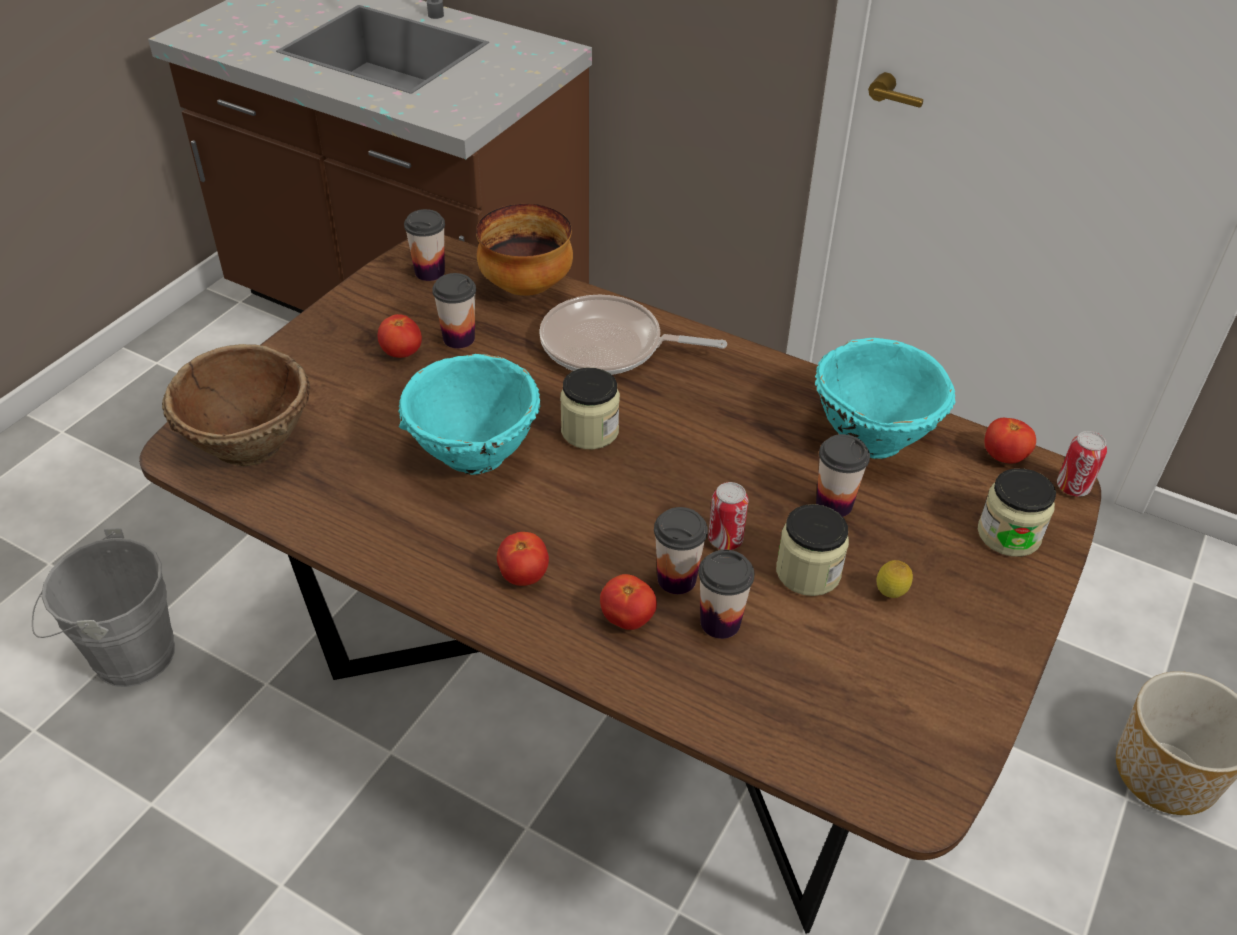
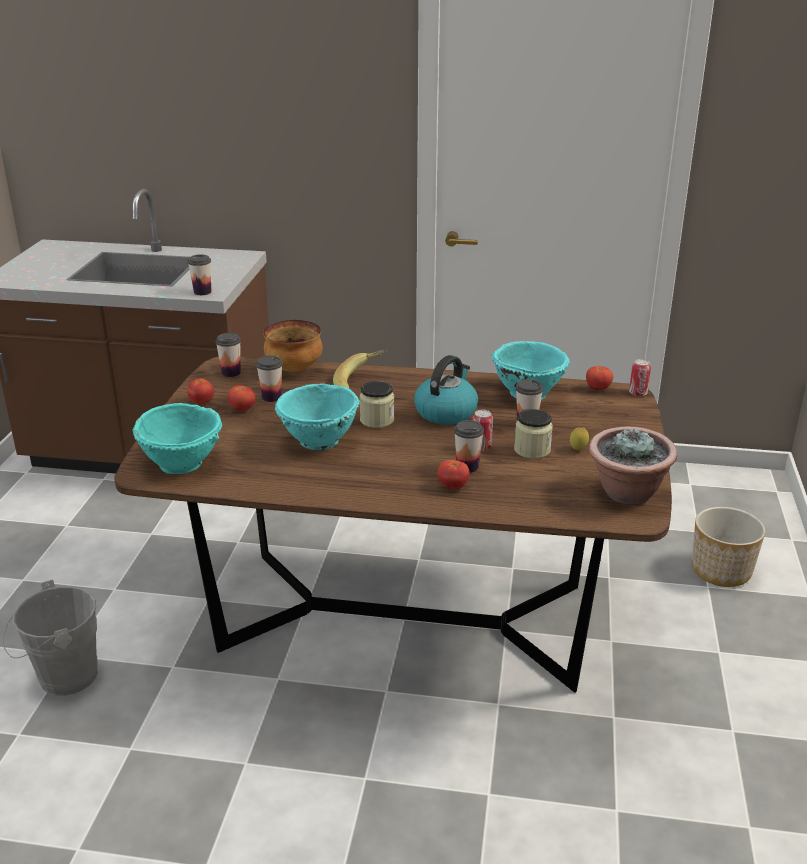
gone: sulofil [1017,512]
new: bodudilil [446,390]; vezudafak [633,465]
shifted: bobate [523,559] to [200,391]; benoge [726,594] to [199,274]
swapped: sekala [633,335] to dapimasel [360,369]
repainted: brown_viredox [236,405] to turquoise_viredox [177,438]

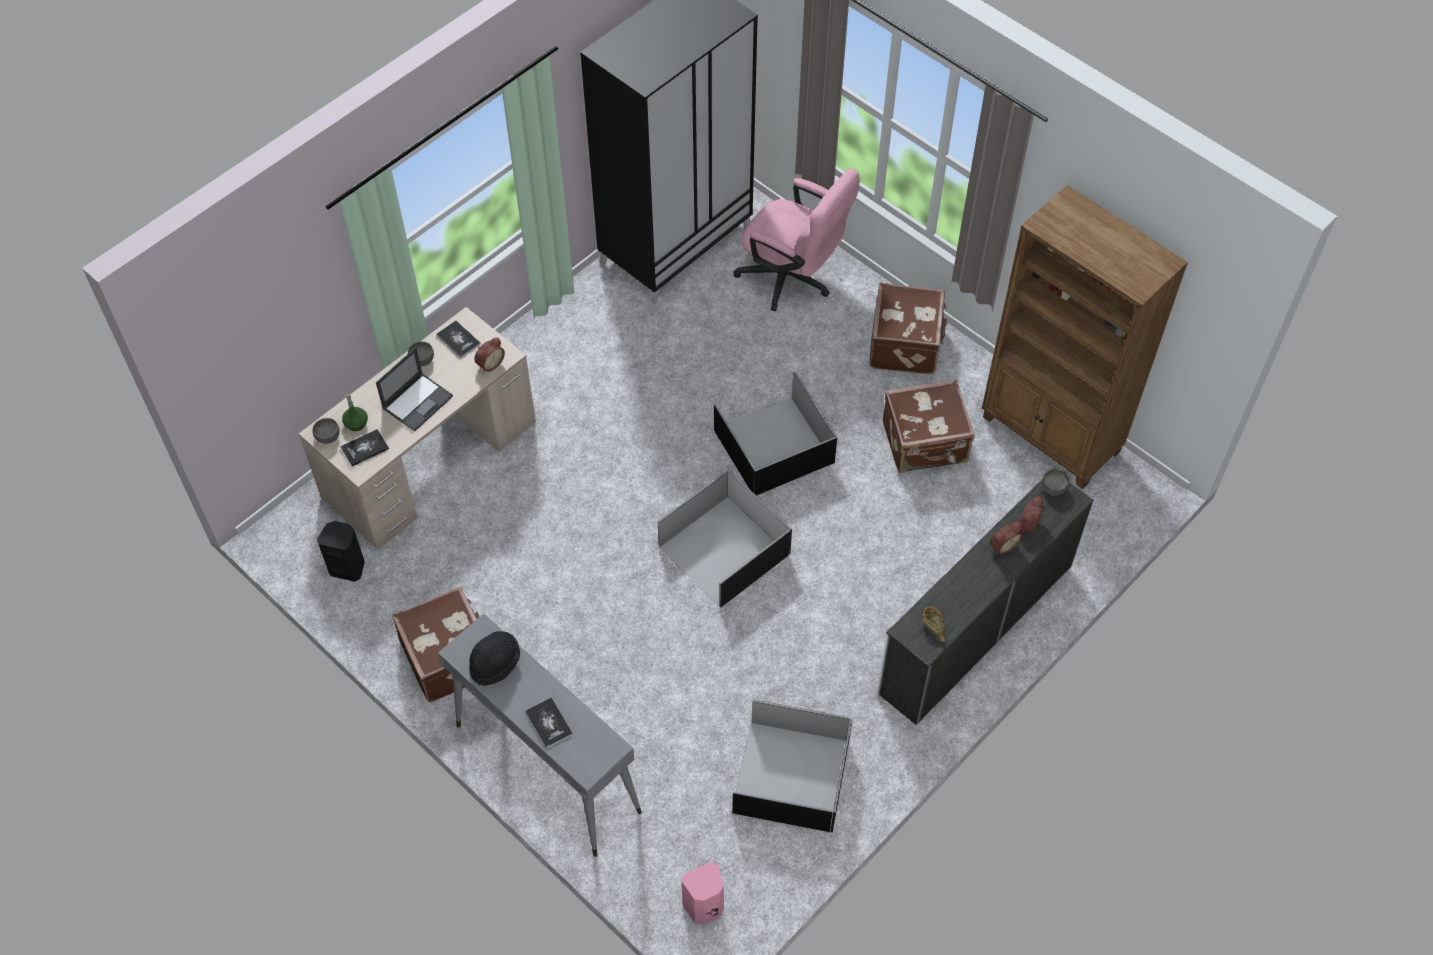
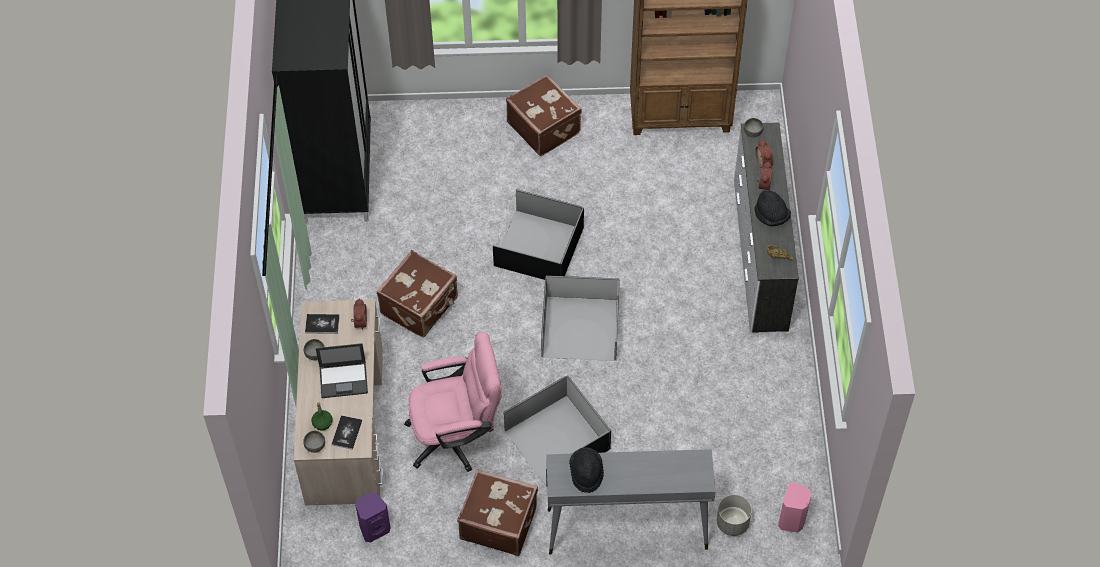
gone: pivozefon [549,723]
new: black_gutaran [772,208]; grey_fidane [734,515]
shifted: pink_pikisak [797,240] to [452,402]; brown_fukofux [929,426] to [417,294]; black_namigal [791,766] to [557,431]
repainted: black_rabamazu [341,551] to purple_rabamazu [373,518]
rotated: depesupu [414,389] = [342,370] 90 degrees clockwise

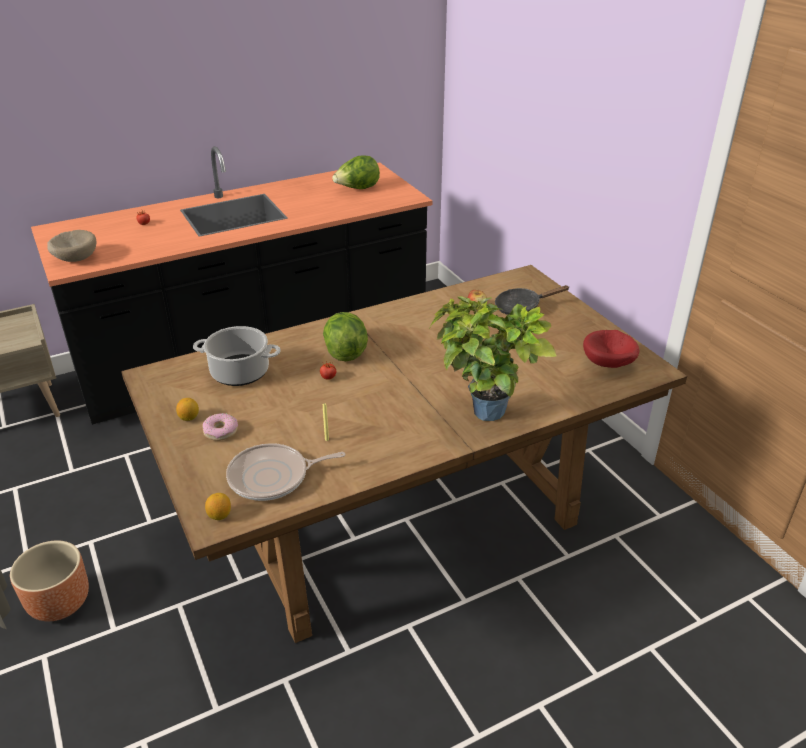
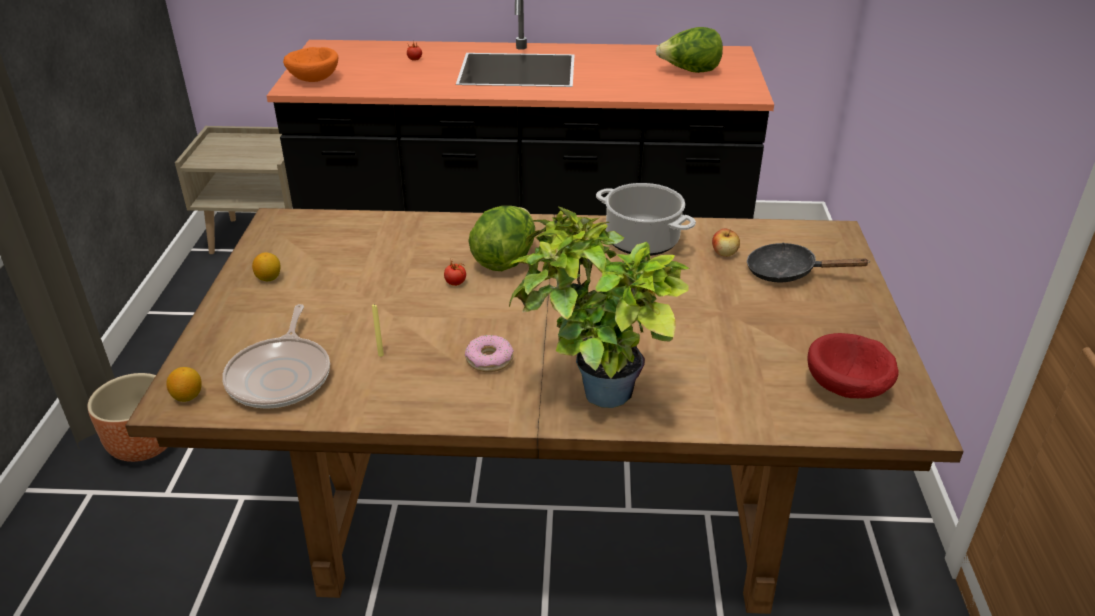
shifted: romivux [237,356] to [646,219]; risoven [220,427] to [489,353]
repainted: beige_viredox [71,246] to orange_viredox [310,64]
rotated: sekala [285,472] = [276,356] 105 degrees counterclockwise

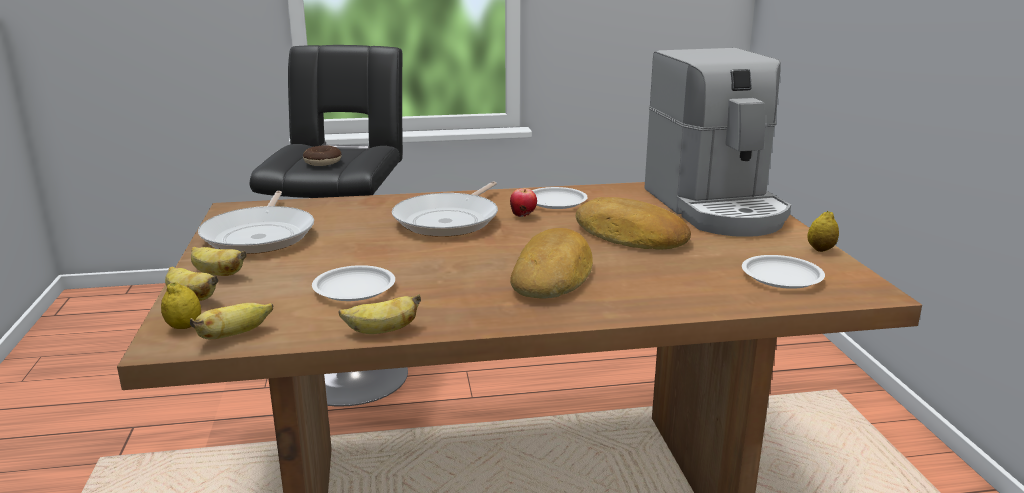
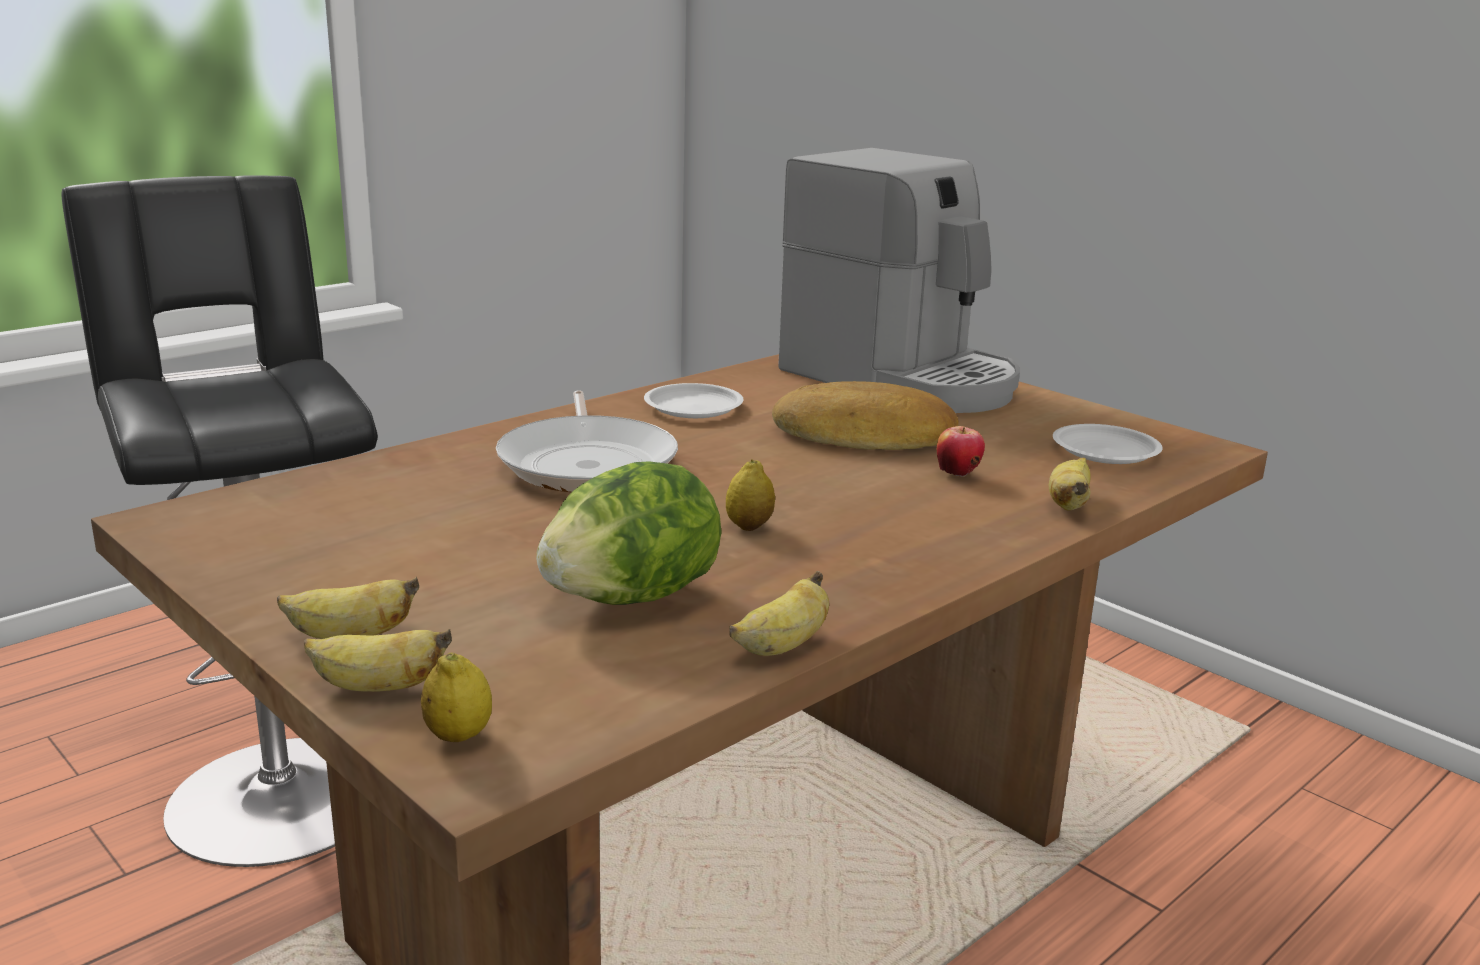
gone: risoven [322,155]; sekala [256,222]; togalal [551,263]
shifted: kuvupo [523,202] to [961,451]; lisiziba [823,231] to [750,495]; dapimasel [231,321] to [1070,484]
swapped: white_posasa [353,283] to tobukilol [629,533]

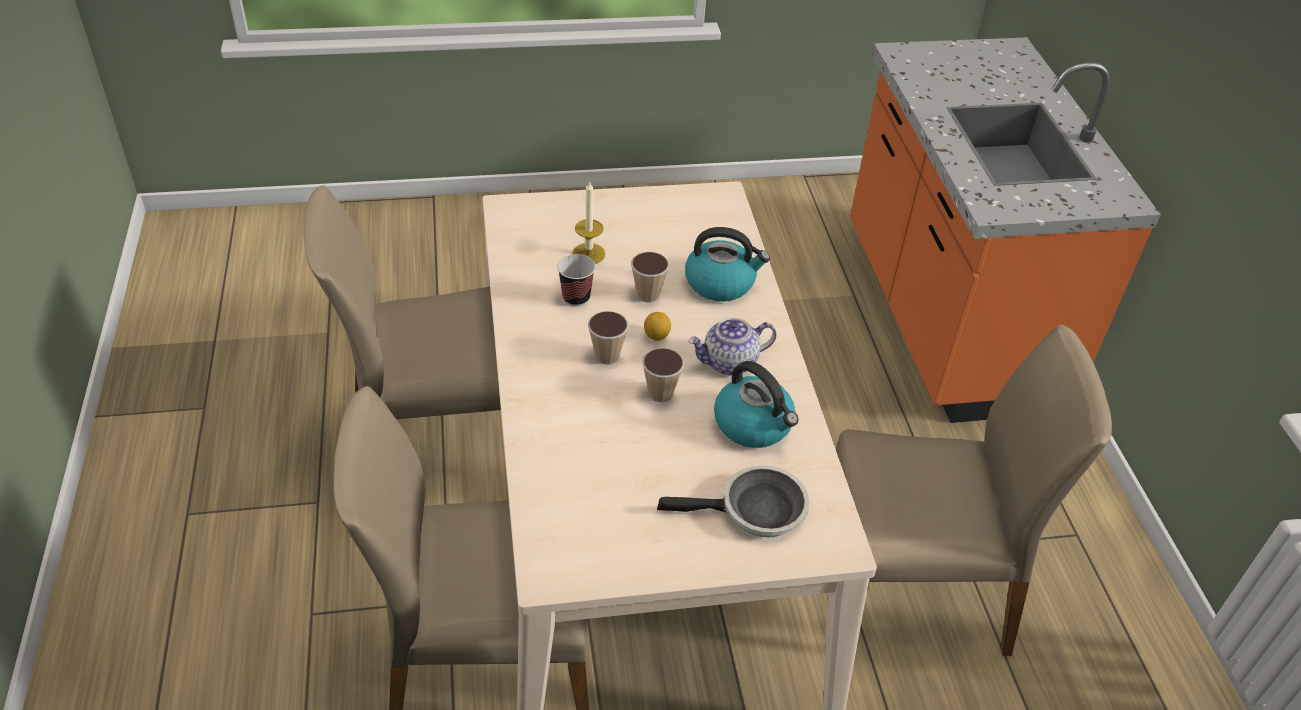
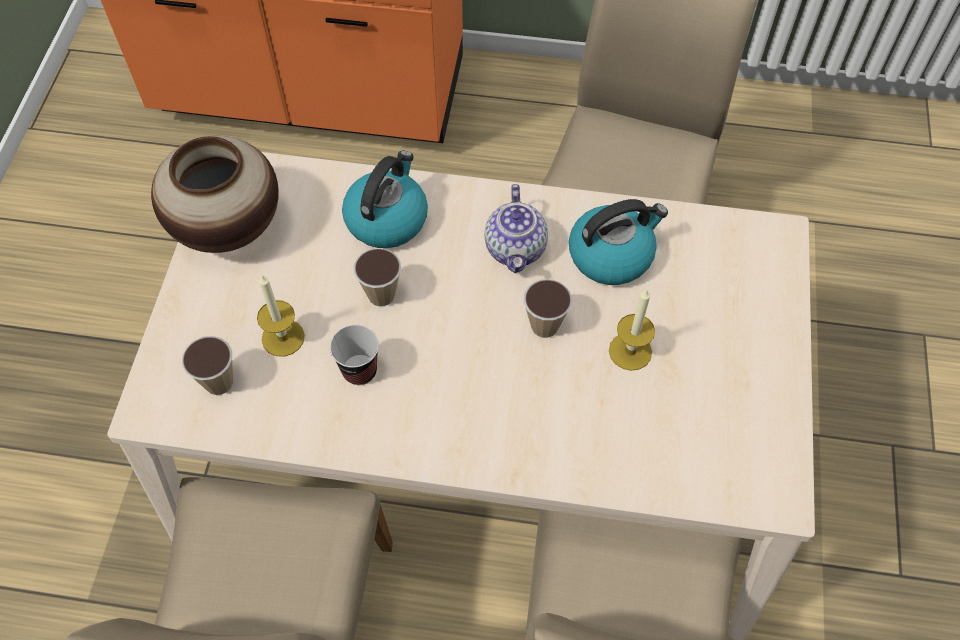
gone: lisiziba [657,326]; sekala [733,501]
new: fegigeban [215,194]; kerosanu [632,330]
shifted: benoge [608,337] to [207,365]

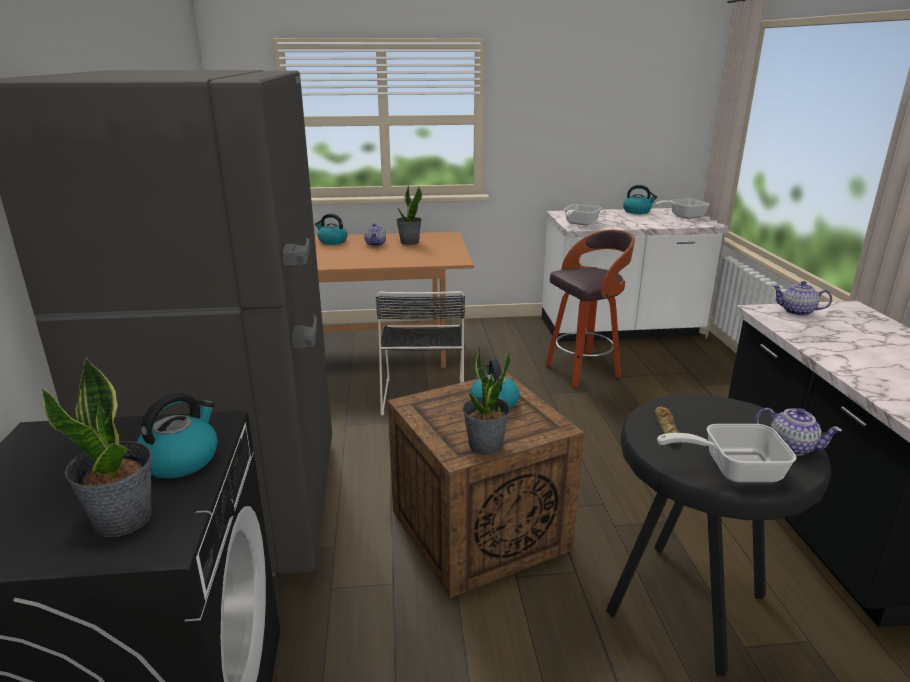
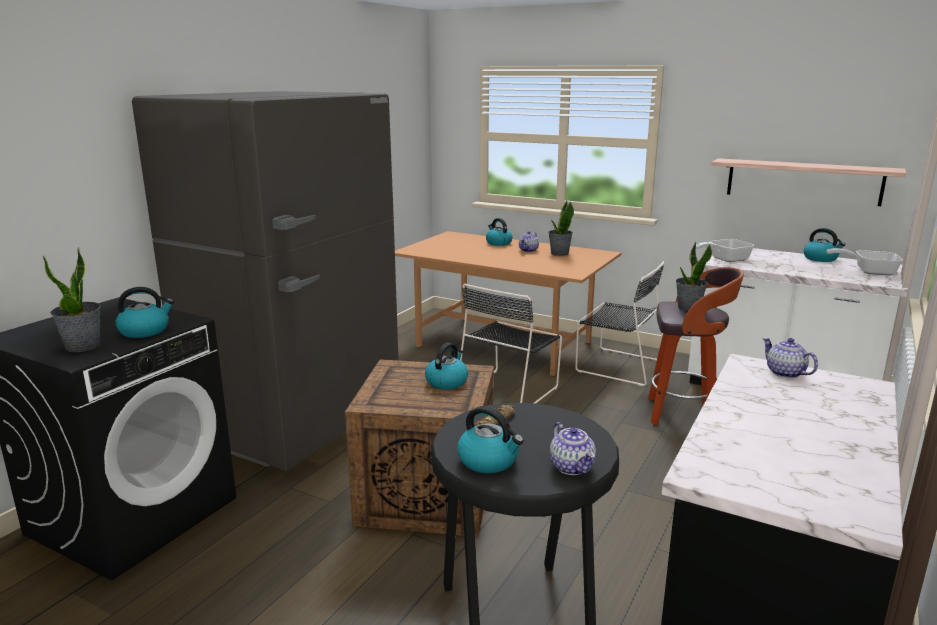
new: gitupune [808,182]; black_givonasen [619,324]
shifted: vezudafak [486,400] to [694,276]
swapped: sekala [727,453] to bodudilil [490,439]

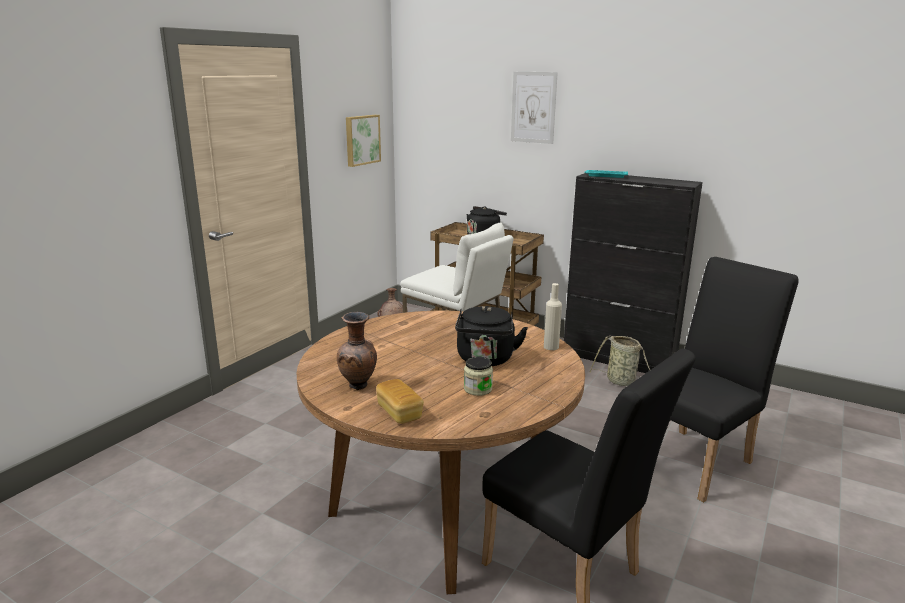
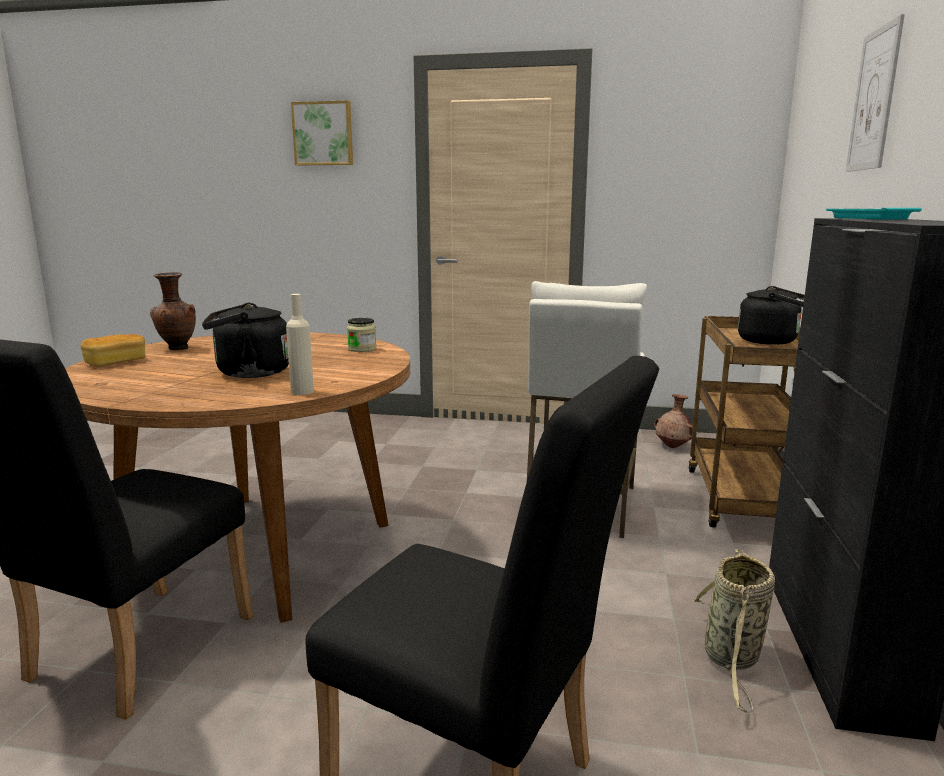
shifted: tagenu [363,141] to [322,132]; sulofil [478,376] to [361,335]

